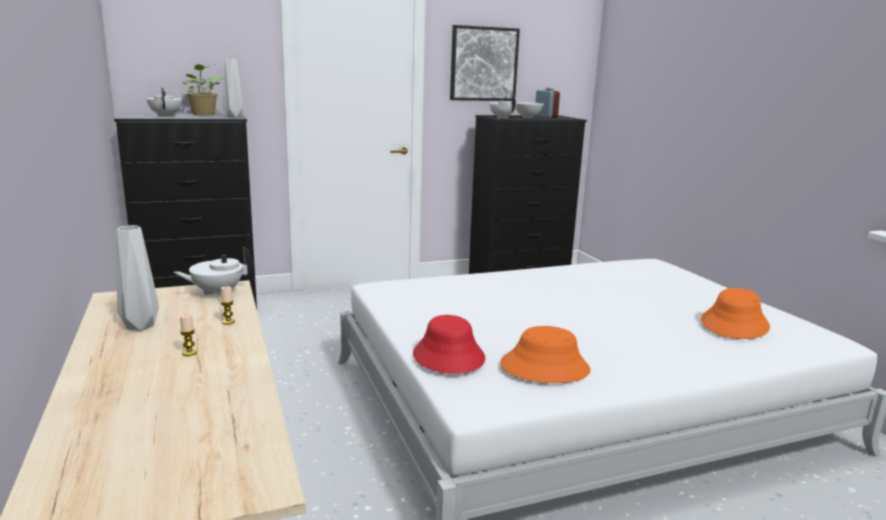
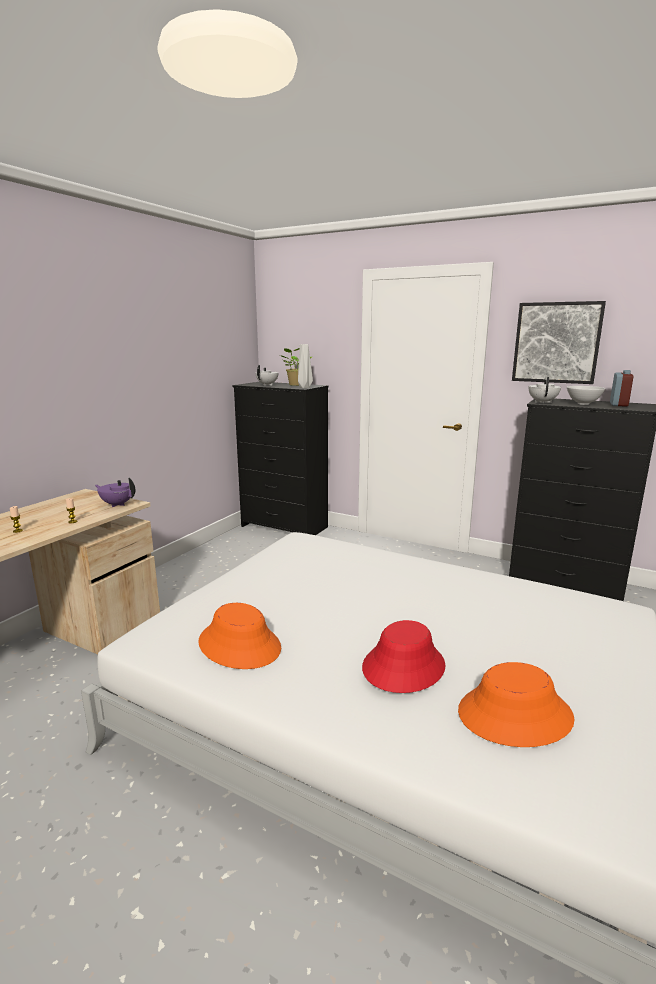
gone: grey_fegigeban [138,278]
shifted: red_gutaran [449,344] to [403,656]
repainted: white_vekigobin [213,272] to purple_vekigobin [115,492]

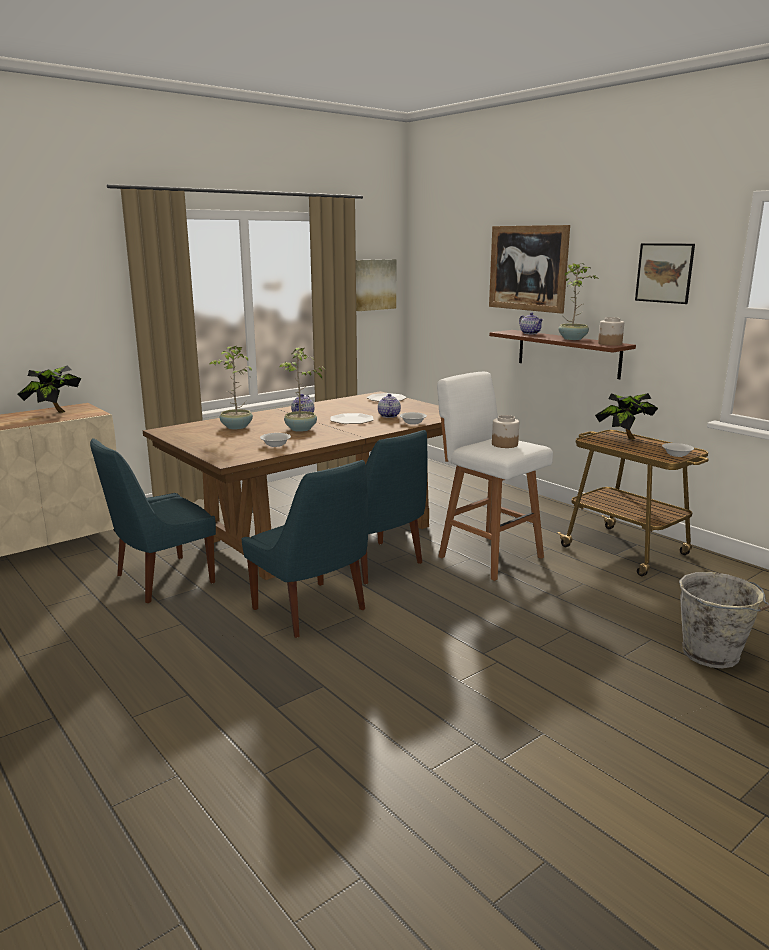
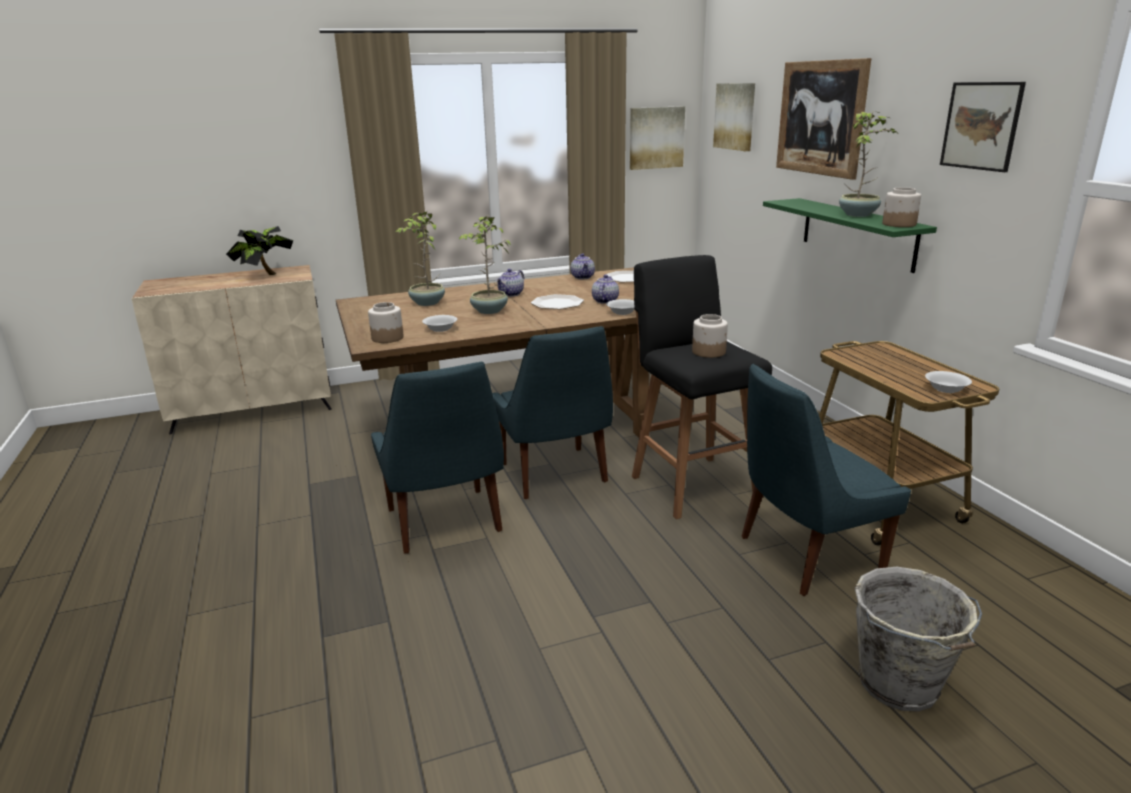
gone: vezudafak [626,416]
new: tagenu [734,117]; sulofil [386,322]
shifted: vekigobin [531,323] to [582,266]; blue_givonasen [153,520] to [826,480]
repainted: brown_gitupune [562,354] to green_gitupune [850,235]; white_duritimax [495,476] to black_duritimax [702,387]

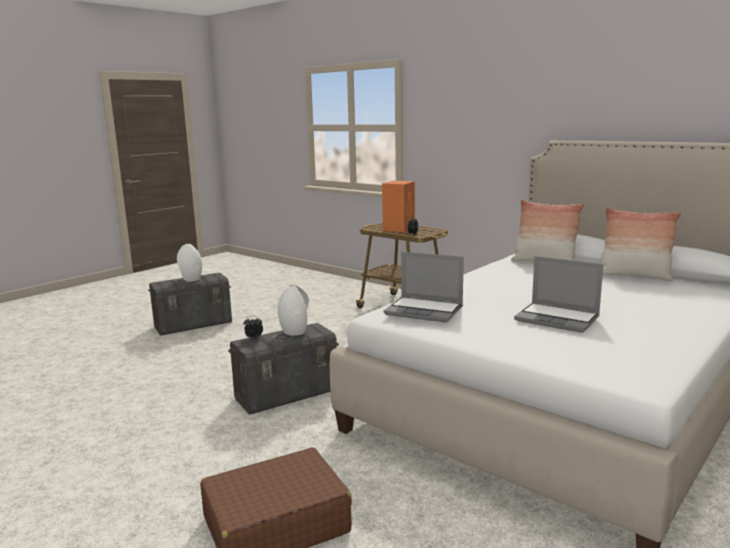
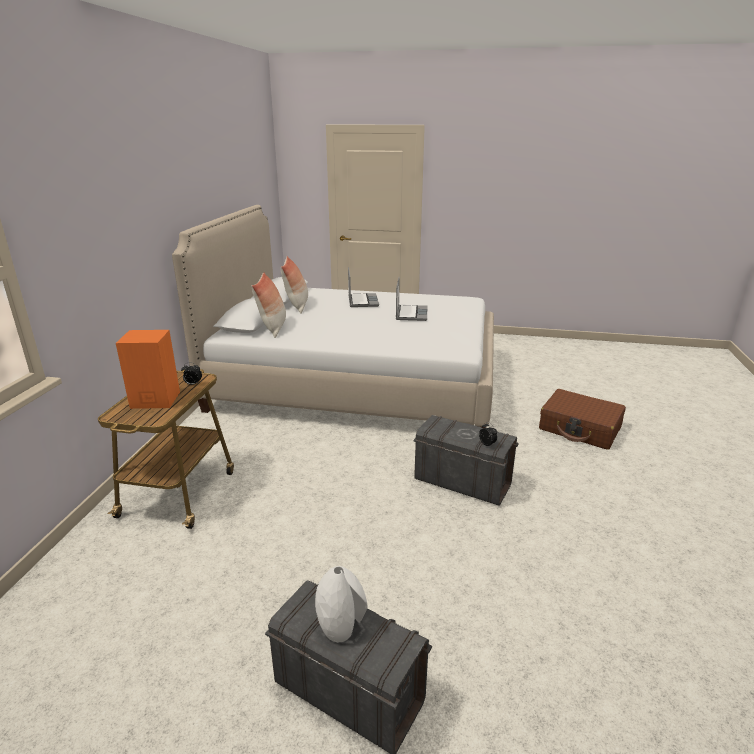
gone: white_fegigeban [293,310]
shifted: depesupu [424,287] to [363,287]

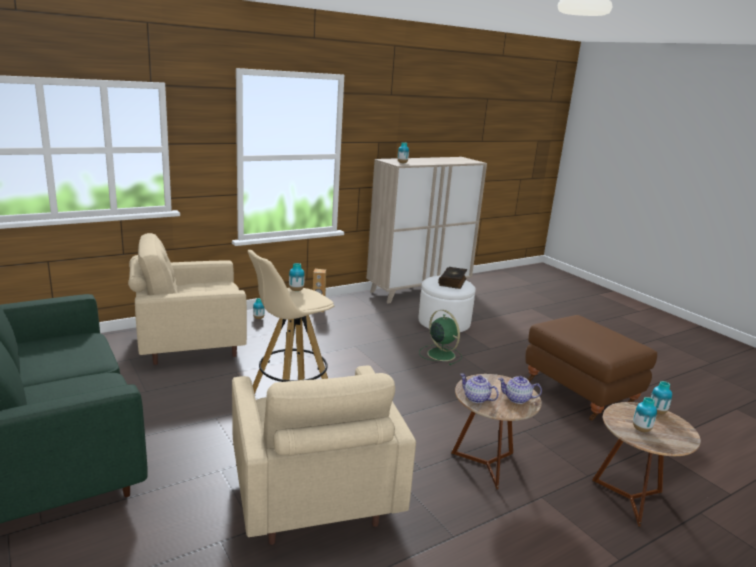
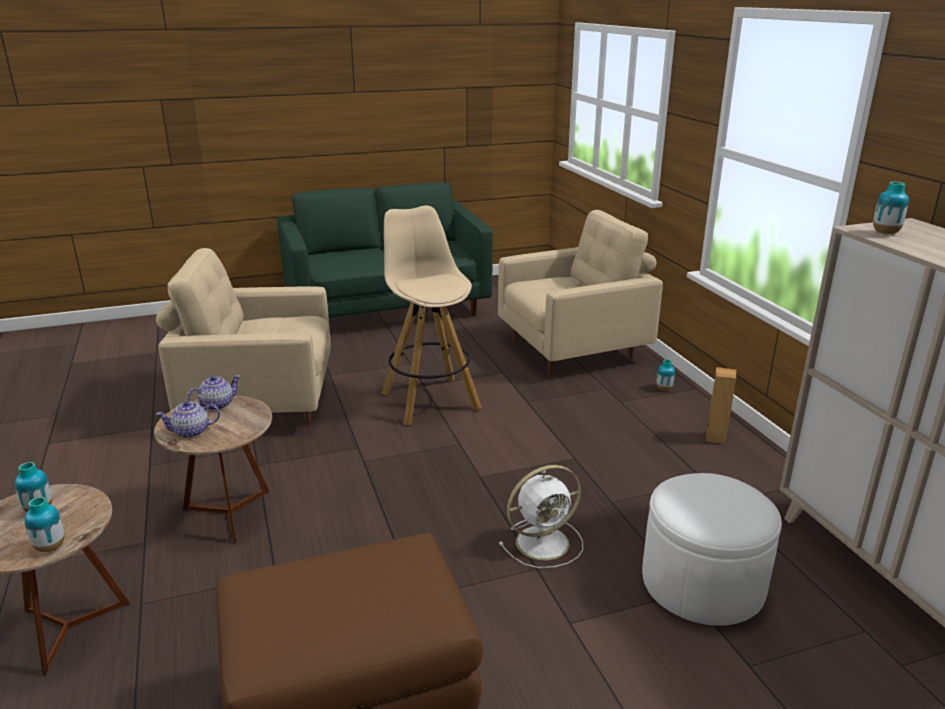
gone: fegigeban [297,277]; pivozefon [452,278]
repainted: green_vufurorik [440,337] to white_vufurorik [541,516]
rotated: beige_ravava [187,299] = [580,292] 75 degrees clockwise; vekigobin [520,390] = [188,419] 135 degrees counterclockwise

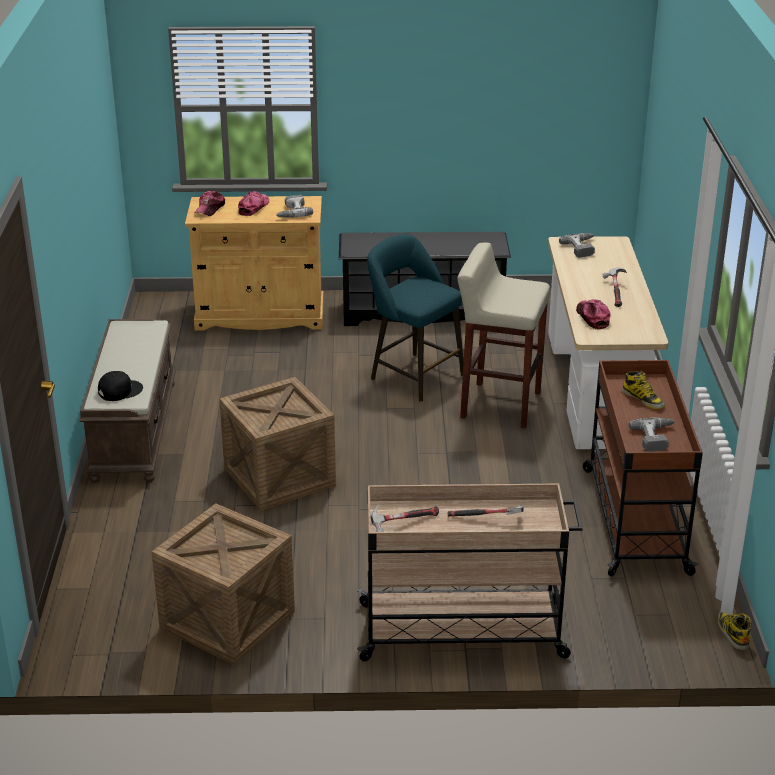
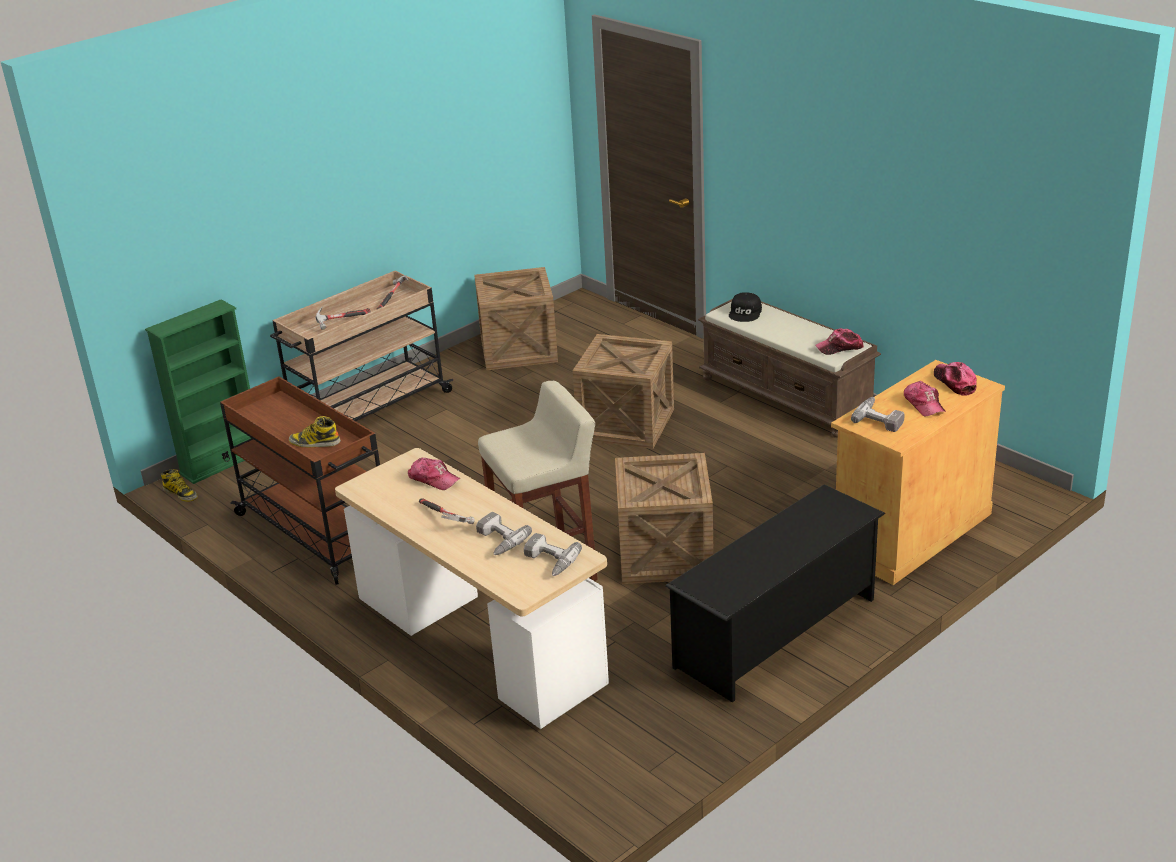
new: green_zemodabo [198,391]; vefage [839,341]
shifted: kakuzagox [652,435] to [504,533]
swapped: turquoise_duritimax [415,318] to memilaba [664,518]

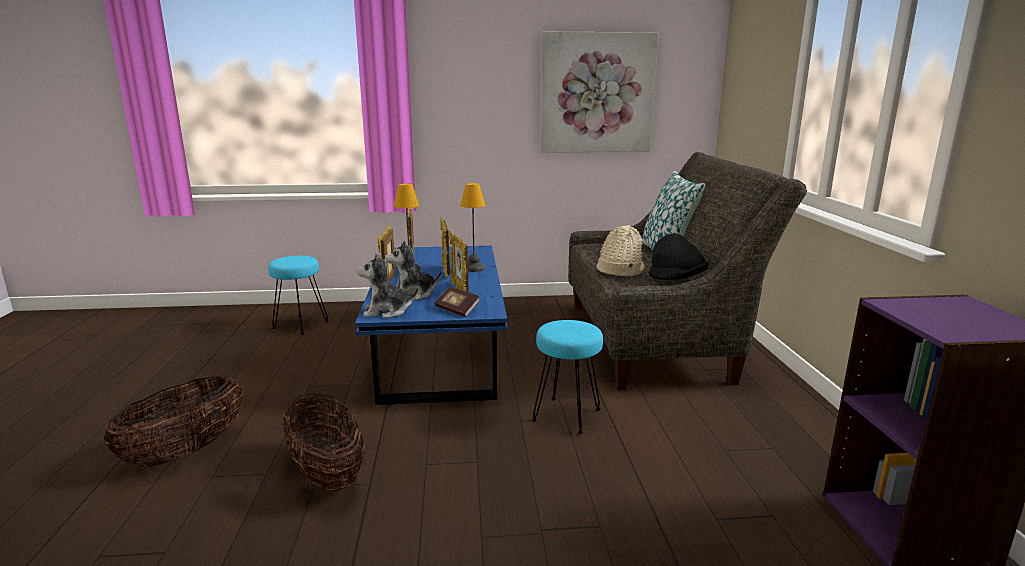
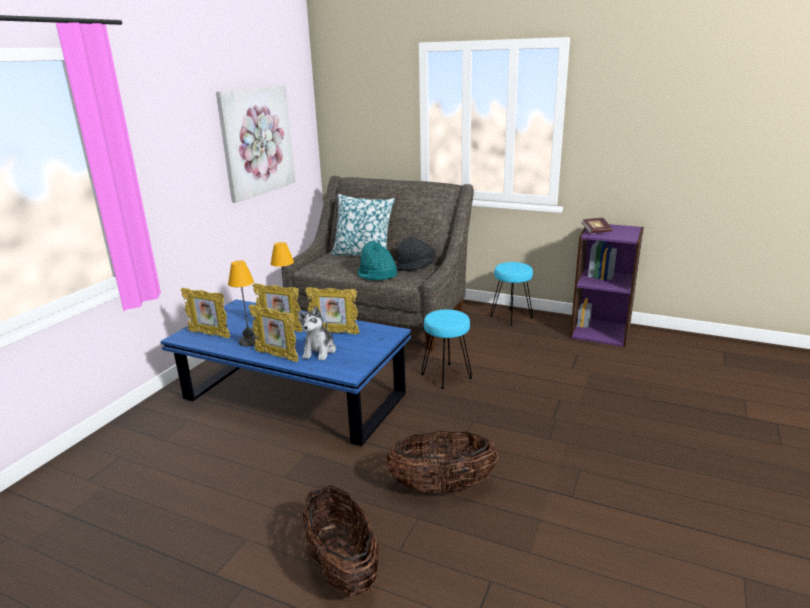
gone: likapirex [387,285]
shifted: turquoise_duritimax [298,295] to [511,294]; pivozefon [457,301] to [596,225]
repainted: beige_gutaran [620,250] to turquoise_gutaran [377,260]

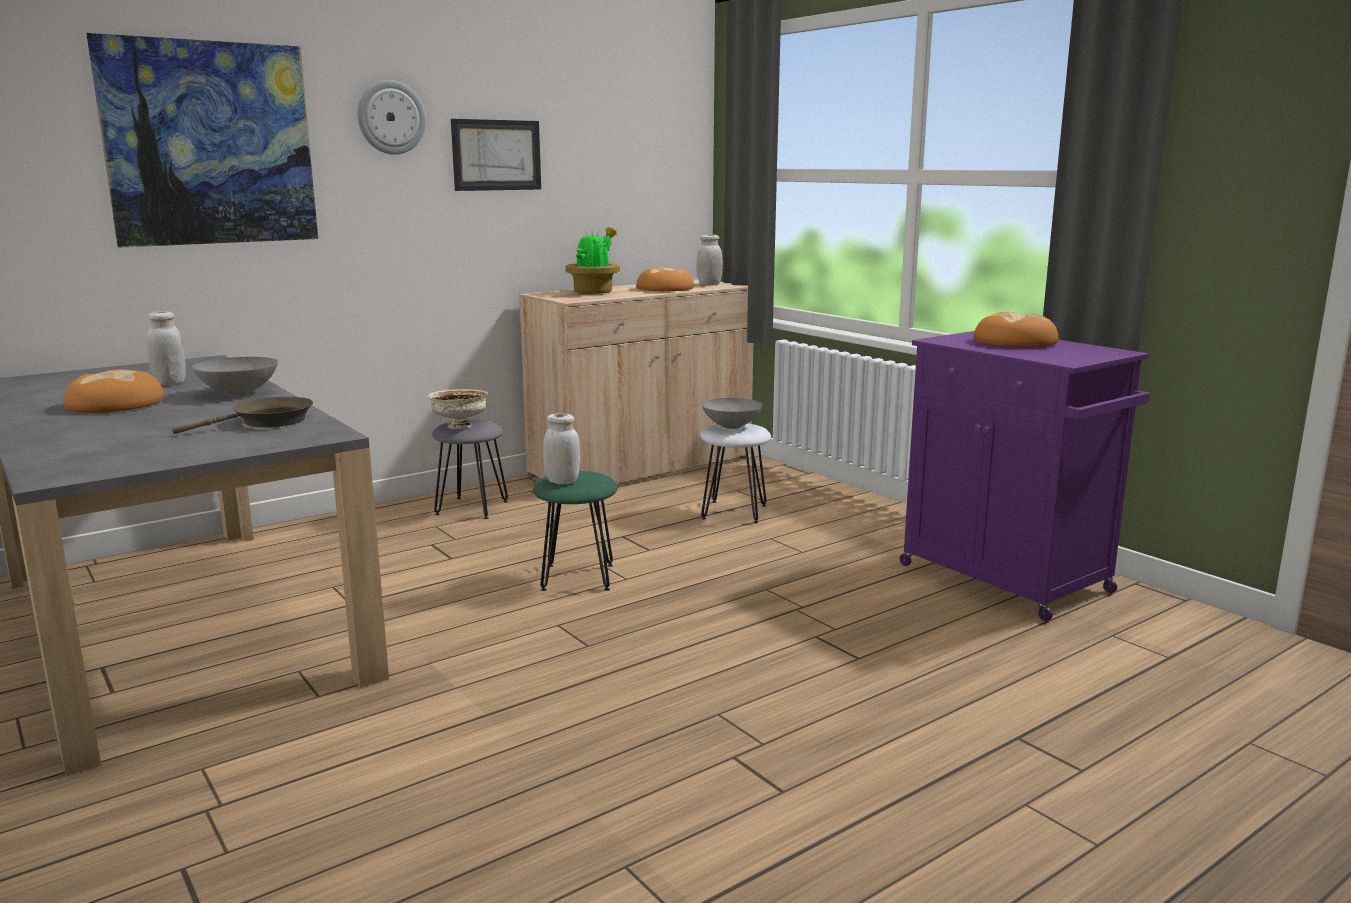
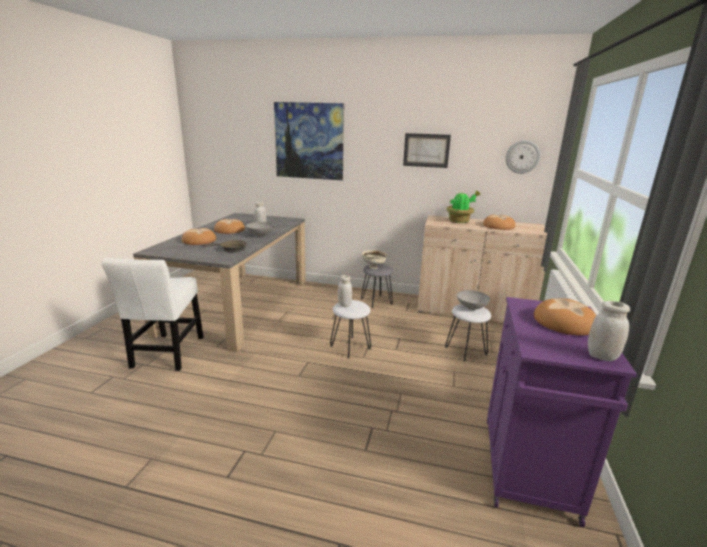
new: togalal [199,236]; white_givonasen [152,314]
shifted: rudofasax [391,117] to [523,157]; white_sulofil [710,260] to [609,331]
repainted: green_duritimax [575,531] to white_duritimax [350,329]

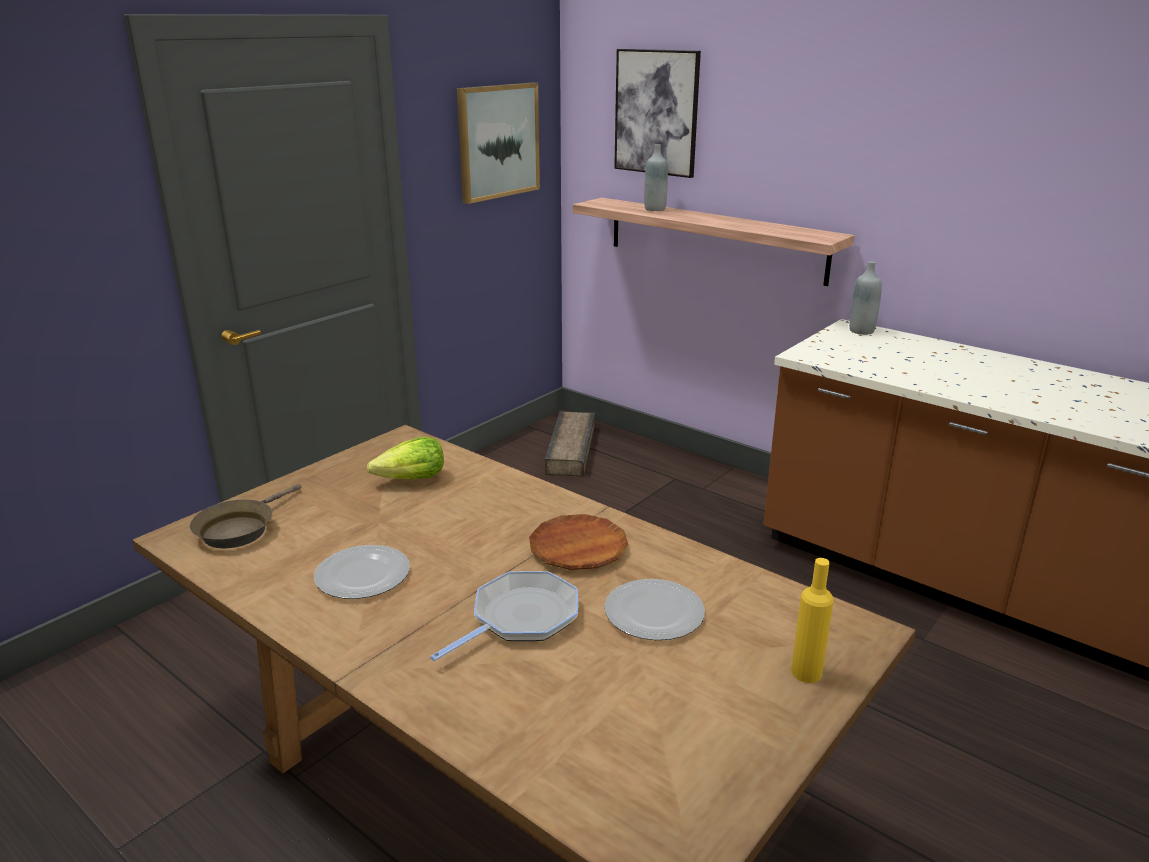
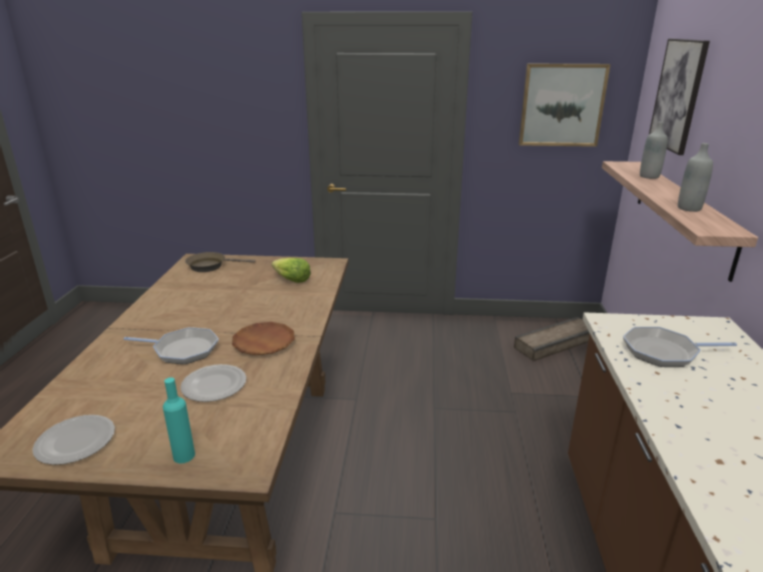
new: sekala [680,347]
shifted: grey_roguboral [865,298] to [695,177]; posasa [362,572] to [73,440]
repainted: yellow_roguboral [812,620] to turquoise_roguboral [179,420]

